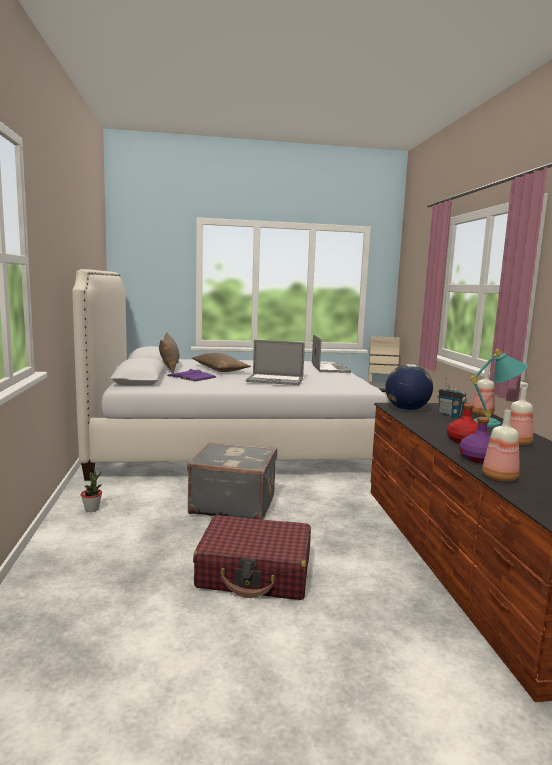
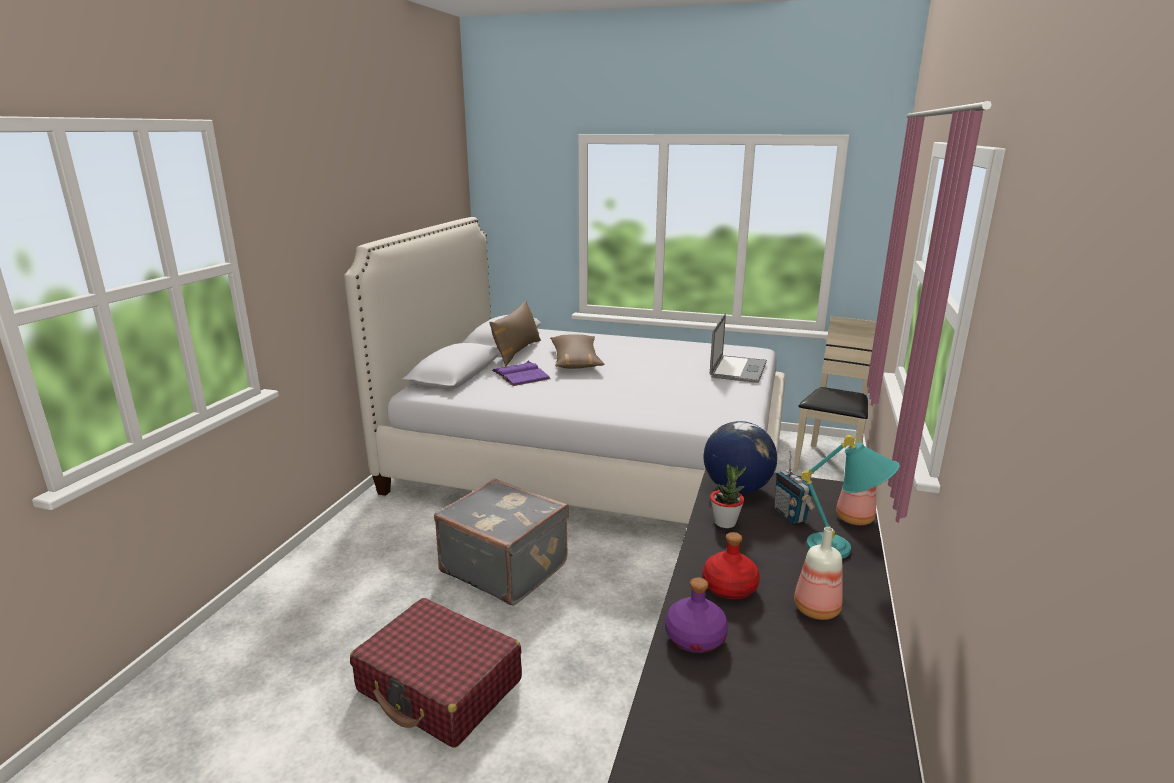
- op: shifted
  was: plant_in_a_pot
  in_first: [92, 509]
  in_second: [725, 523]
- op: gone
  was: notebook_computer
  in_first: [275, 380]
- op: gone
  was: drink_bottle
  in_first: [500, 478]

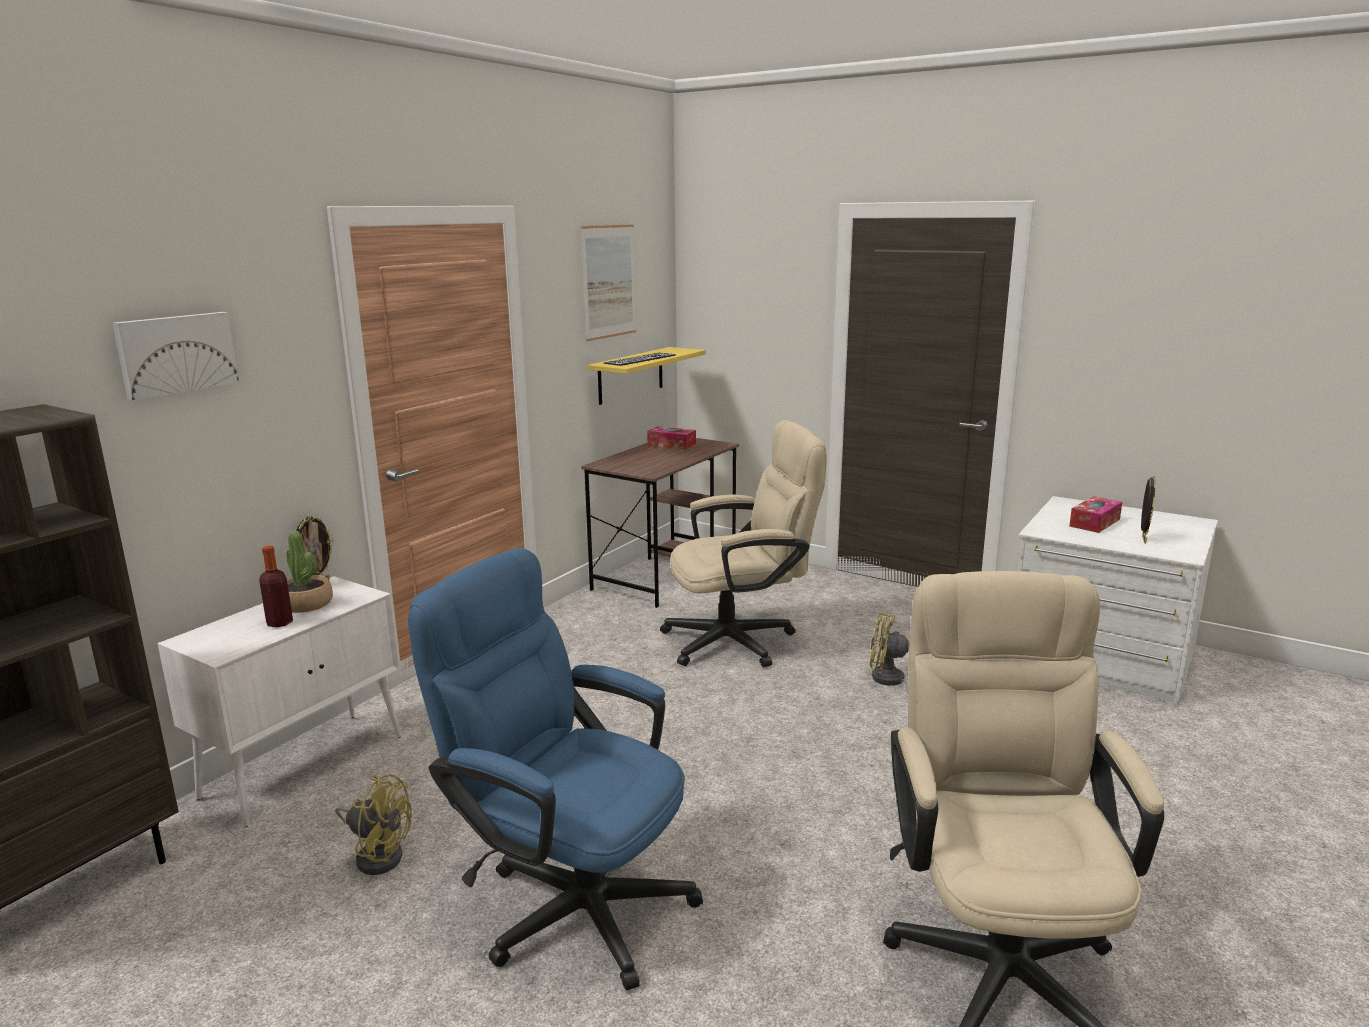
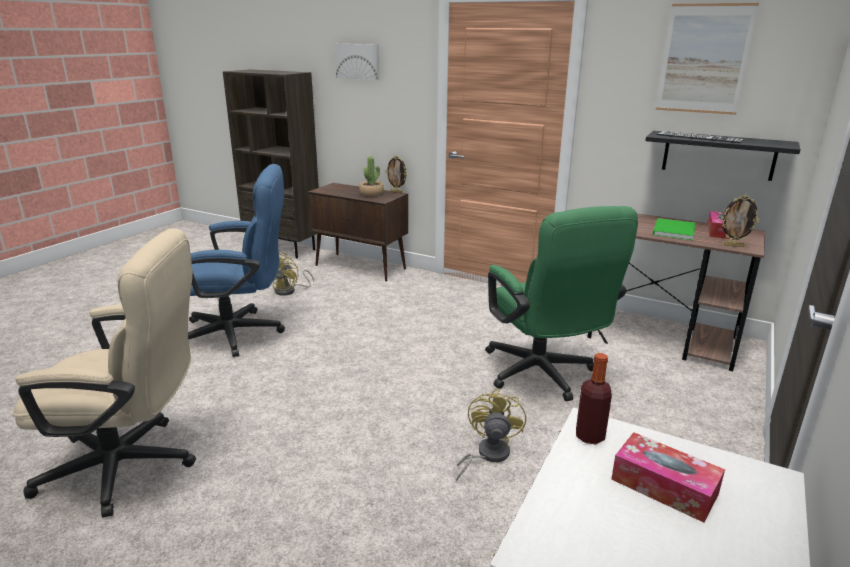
- op: rotated
  was: bluish_desk_chair
  in_first: [569, 901]
  in_second: [241, 333]
  clockwise: 60
- op: repainted
  was: white_storage_cabinet
  now: brown_storage_cabinet
  in_first: [306, 765]
  in_second: [361, 267]
- op: repainted
  was: sand-coloured_desk_chair
  now: green_desk_chair
  in_first: [741, 640]
  in_second: [543, 376]
- op: shifted
  was: drink_bottle
  in_first: [279, 623]
  in_second: [590, 436]
- op: repainted
  was: yellow-coloured_bracket_shelf
  now: black_bracket_shelf
  in_first: [631, 375]
  in_second: [718, 155]
- op: new
  now: green_bound_book
  in_second: [672, 231]
- op: shifted
  was: standing_frame
  in_first: [1142, 539]
  in_second: [733, 245]

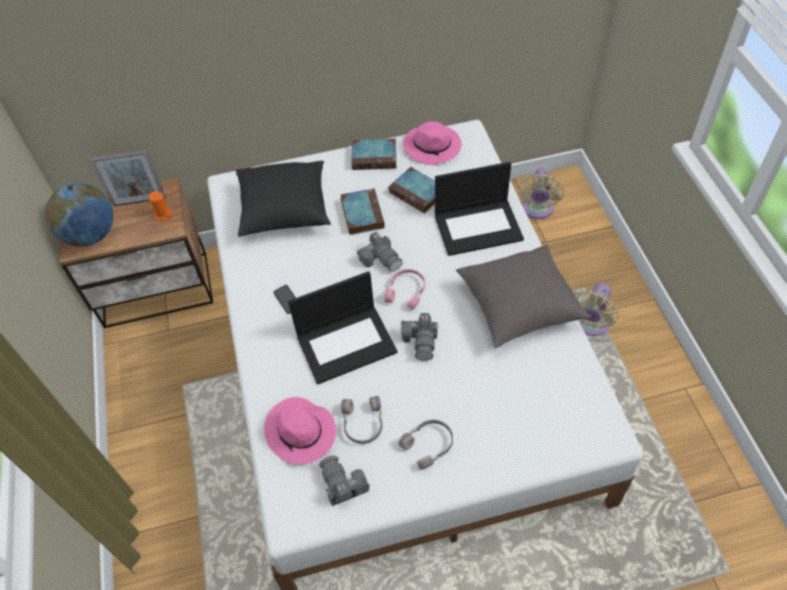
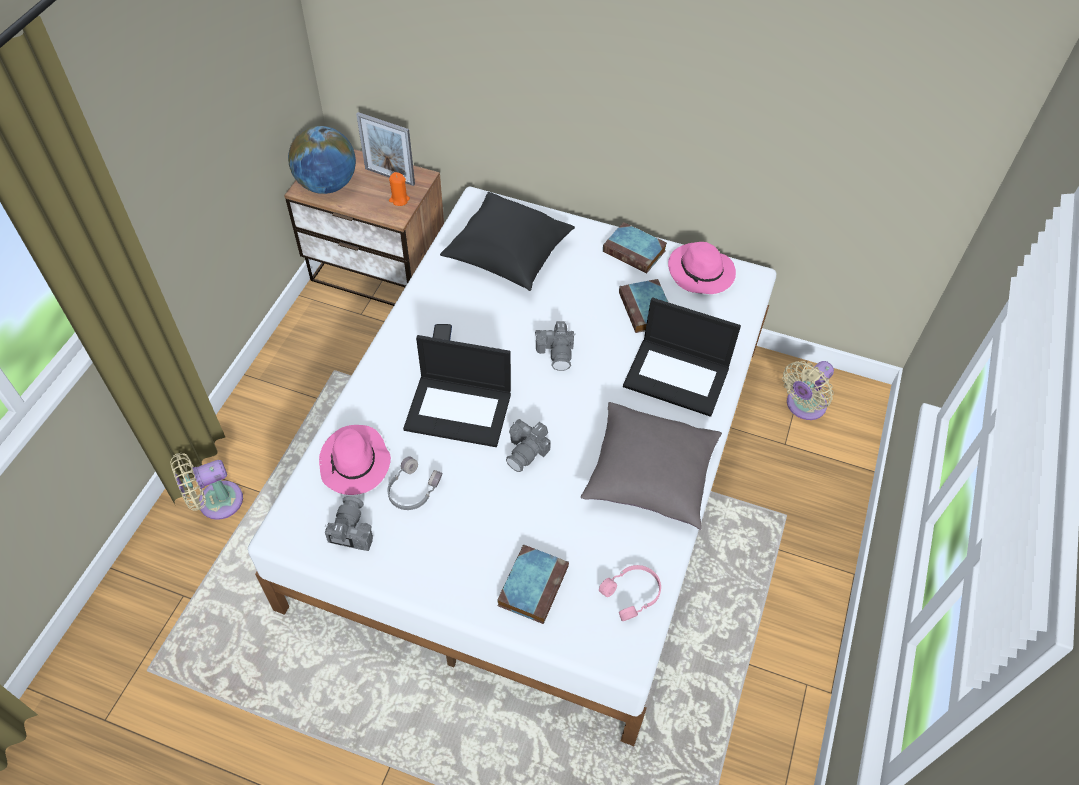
- op: shifted
  was: sand-coloured_fan
  in_first: [590, 325]
  in_second: [215, 502]
- op: shifted
  was: bound_book
  in_first: [361, 213]
  in_second: [533, 585]
- op: shifted
  was: pink_headphones
  in_first: [407, 291]
  in_second: [632, 594]
- op: gone
  was: greyish_headphones
  in_first: [429, 445]

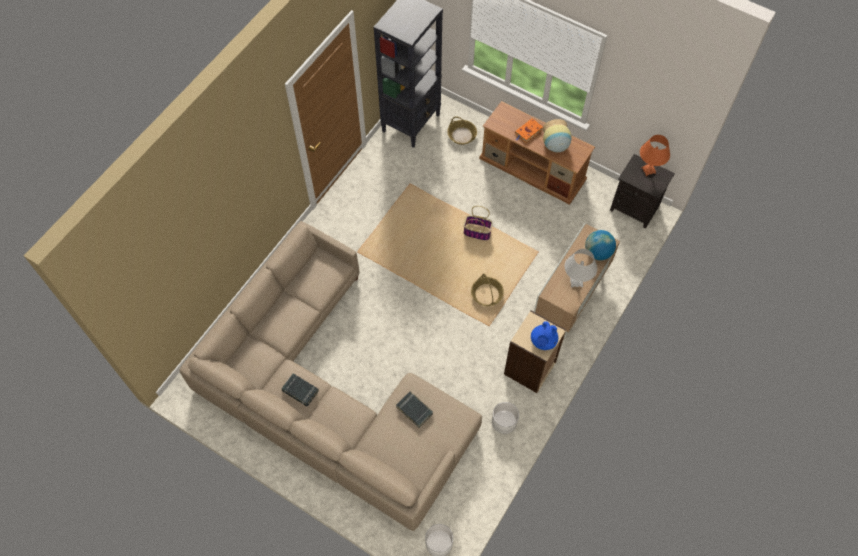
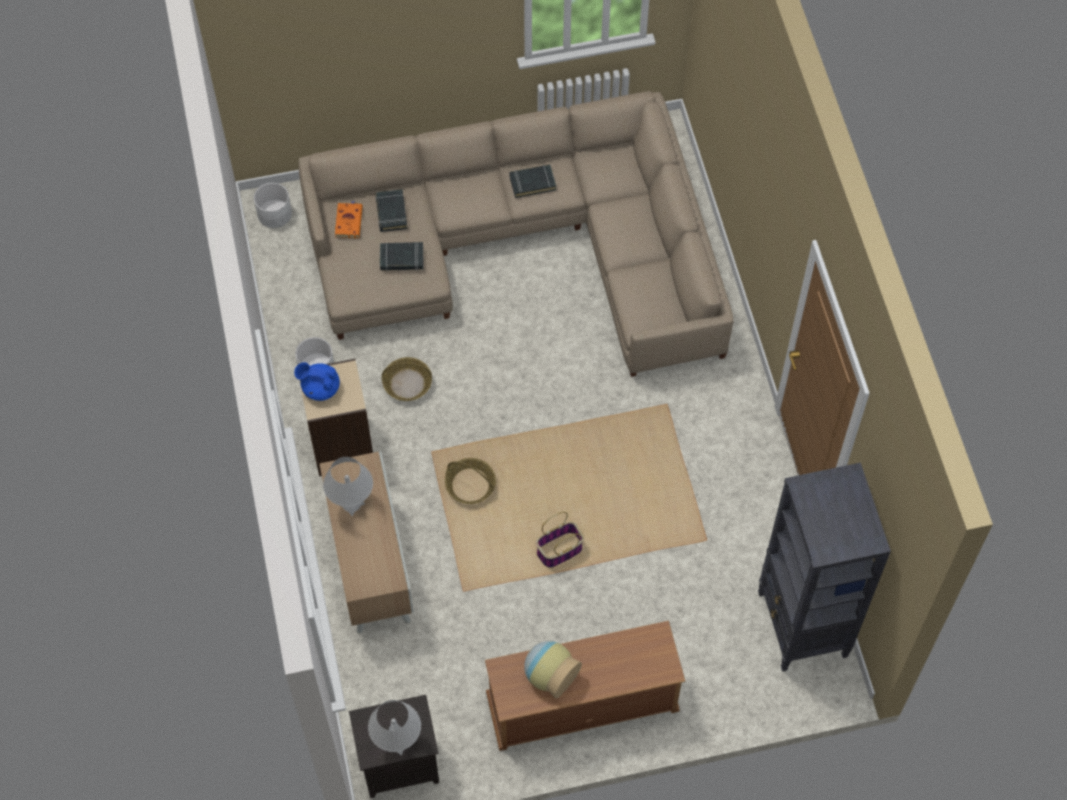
- op: rotated
  was: bluish_tea_pot
  in_first: [543, 341]
  in_second: [320, 388]
  clockwise: -60
- op: shifted
  was: orange_bound_book
  in_first: [528, 132]
  in_second: [348, 221]
- op: repainted
  was: orange_tabletop_lamp
  now: white_tabletop_lamp
  in_first: [648, 170]
  in_second: [397, 742]
- op: new
  now: black_bound_book
  in_second: [391, 212]
- op: shifted
  was: storage_basket
  in_first: [461, 135]
  in_second: [408, 383]
- op: gone
  was: desk_globe
  in_first: [598, 252]

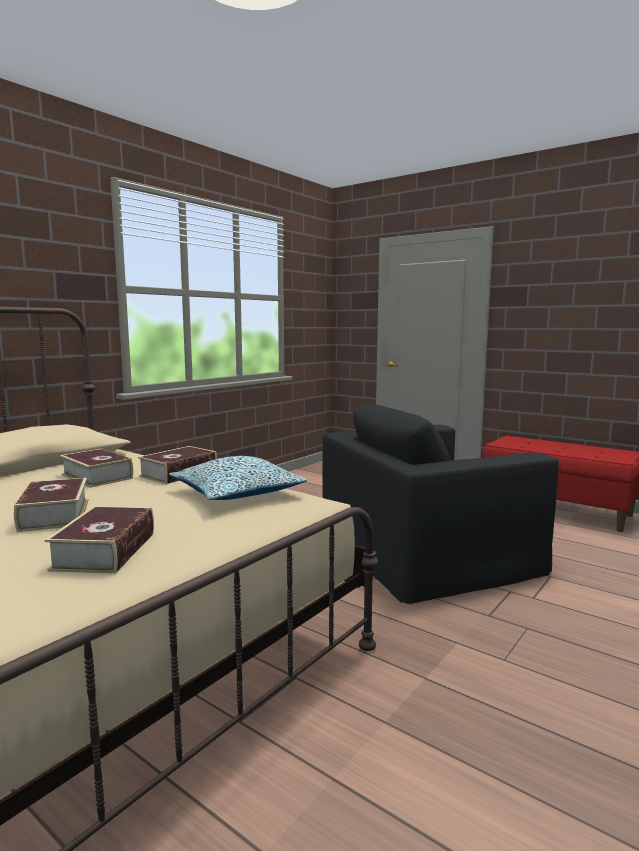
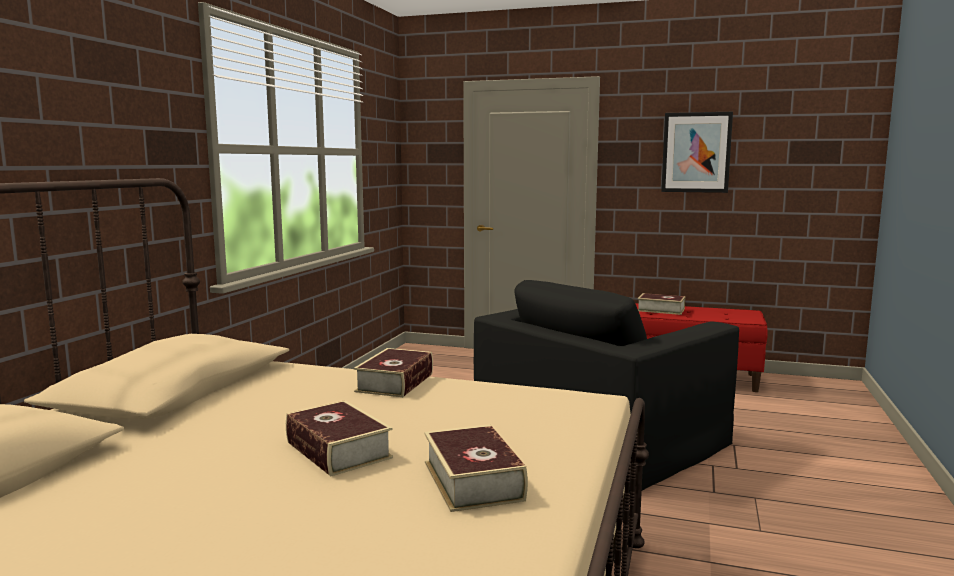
- op: shifted
  was: bound_book
  in_first: [97, 476]
  in_second: [661, 310]
- op: new
  now: wall_picture
  in_second: [696, 152]
- op: gone
  was: pillow
  in_first: [237, 494]

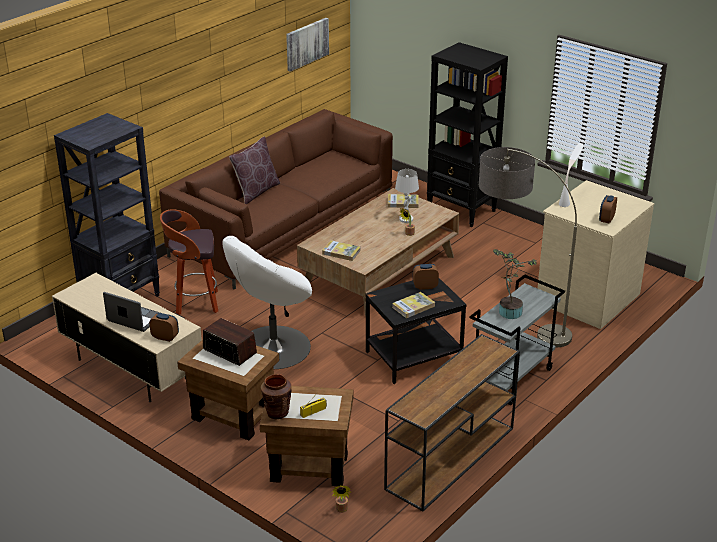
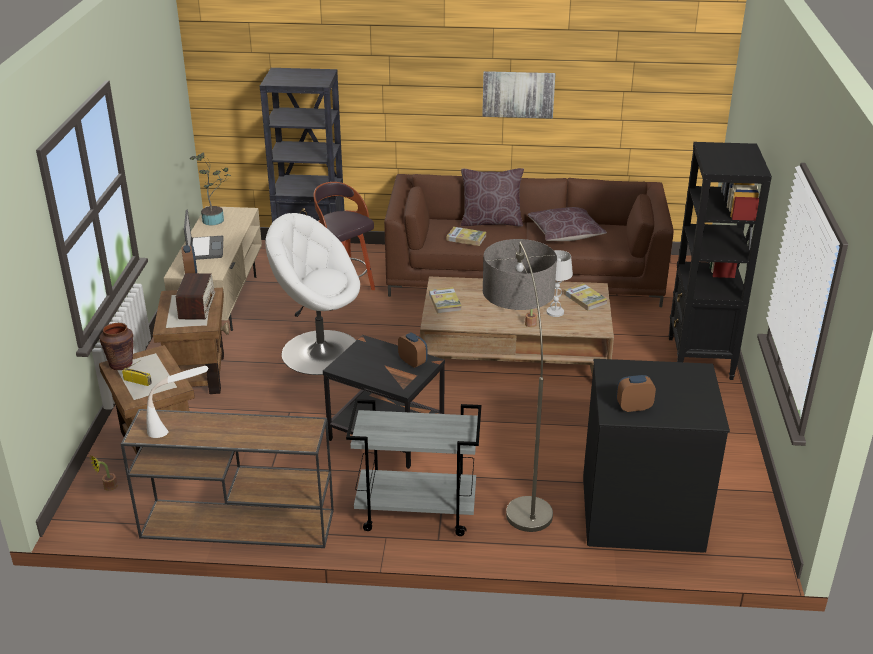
- op: shifted
  was: white_tabletop_lamp
  in_first: [569, 197]
  in_second: [182, 430]
- op: shifted
  was: plant_in_a_pot
  in_first: [509, 310]
  in_second: [215, 219]
- op: shifted
  was: bound_book
  in_first: [413, 306]
  in_second: [466, 238]
- op: shifted
  was: wall_picture
  in_first: [306, 43]
  in_second: [518, 94]
- op: new
  now: brown_pillow
  in_second: [565, 233]
- op: repainted
  was: sand-coloured_chest_of_drawers
  now: black_chest_of_drawers
  in_first: [586, 297]
  in_second: [641, 511]

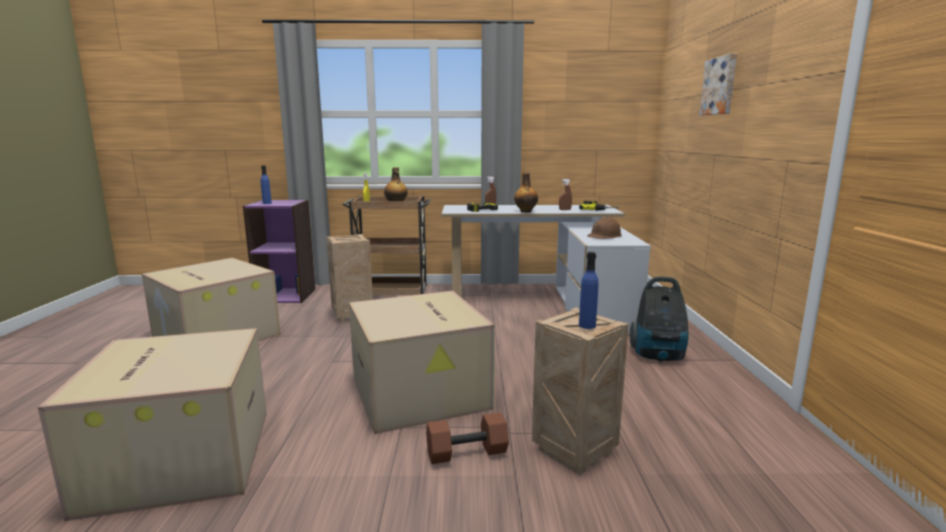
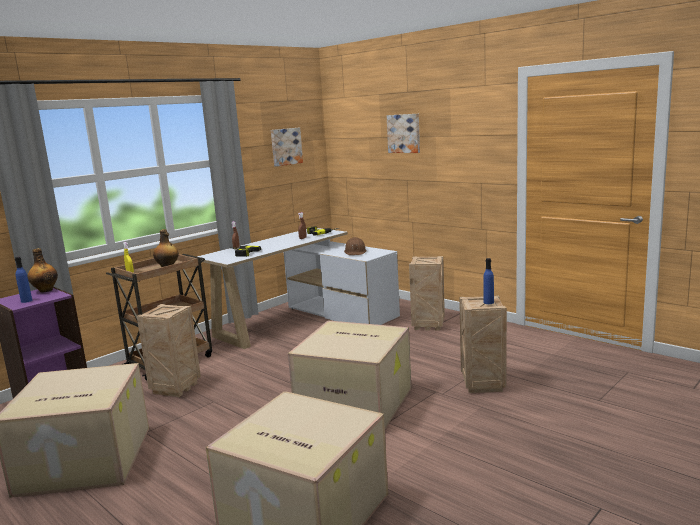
- op: shifted
  was: drink_bottle
  in_first: [525, 211]
  in_second: [45, 290]
- op: new
  now: wall_picture
  in_second: [285, 146]
- op: swapped
  was: vacuum
  now: crate
  in_first: [658, 356]
  in_second: [429, 325]
- op: gone
  was: brown_dumbbell
  in_first: [467, 452]

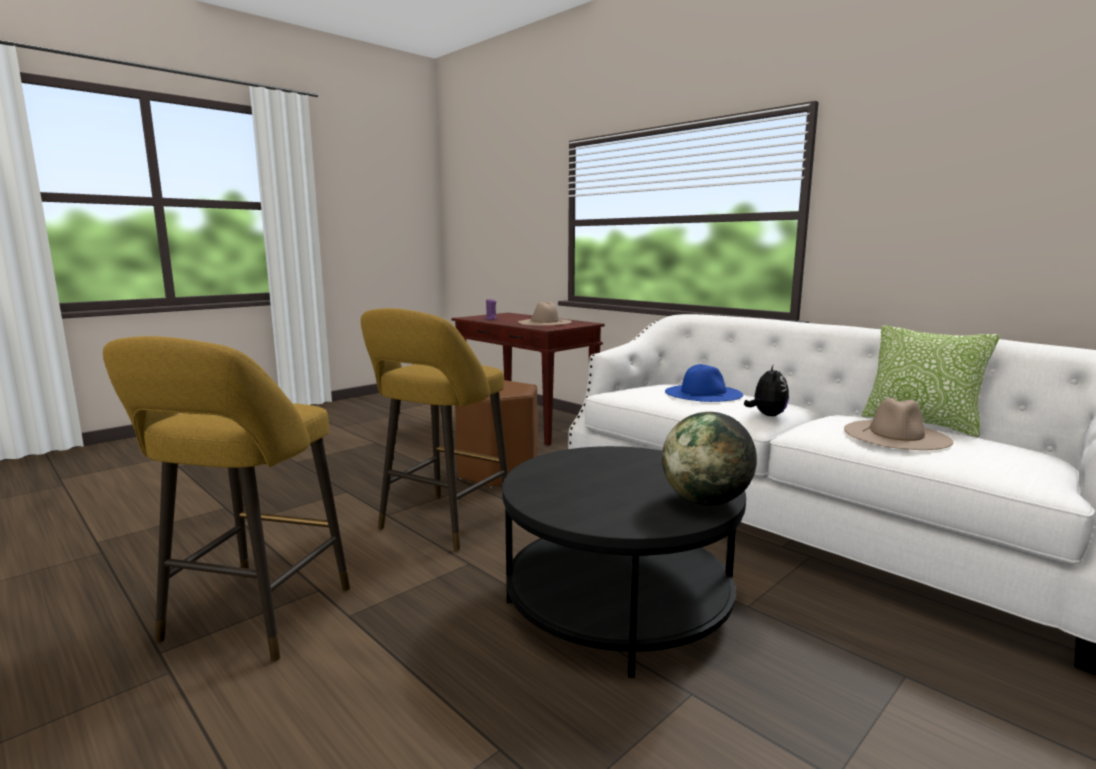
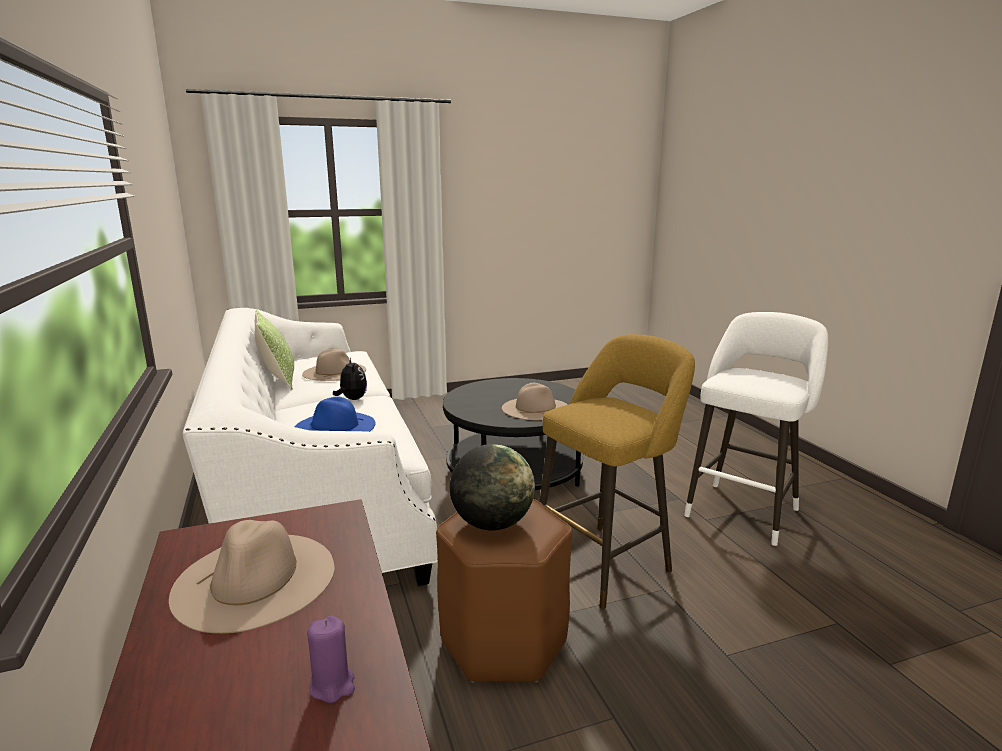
- op: rotated
  was: soft_toy
  in_first: [767, 415]
  in_second: [352, 399]
  clockwise: 120
- op: shifted
  was: desk_globe
  in_first: [705, 501]
  in_second: [492, 524]
- op: new
  now: sand-coloured_hat
  in_second: [535, 408]
- op: repainted
  was: yellow-coloured_sitting_stool
  now: white_sitting_stool
  in_first: [252, 619]
  in_second: [744, 510]

